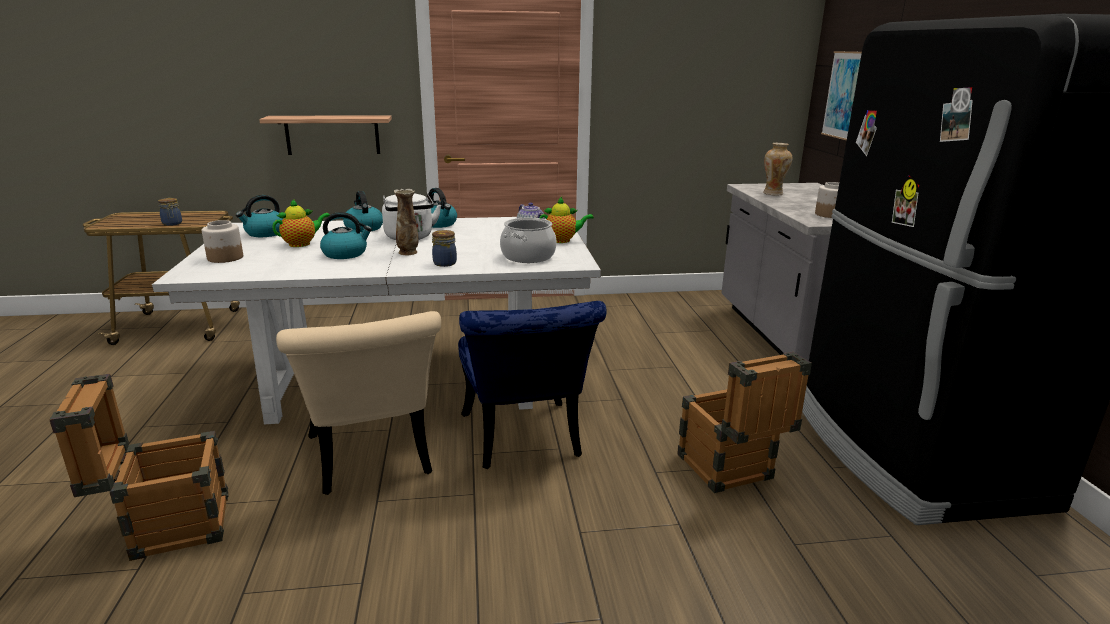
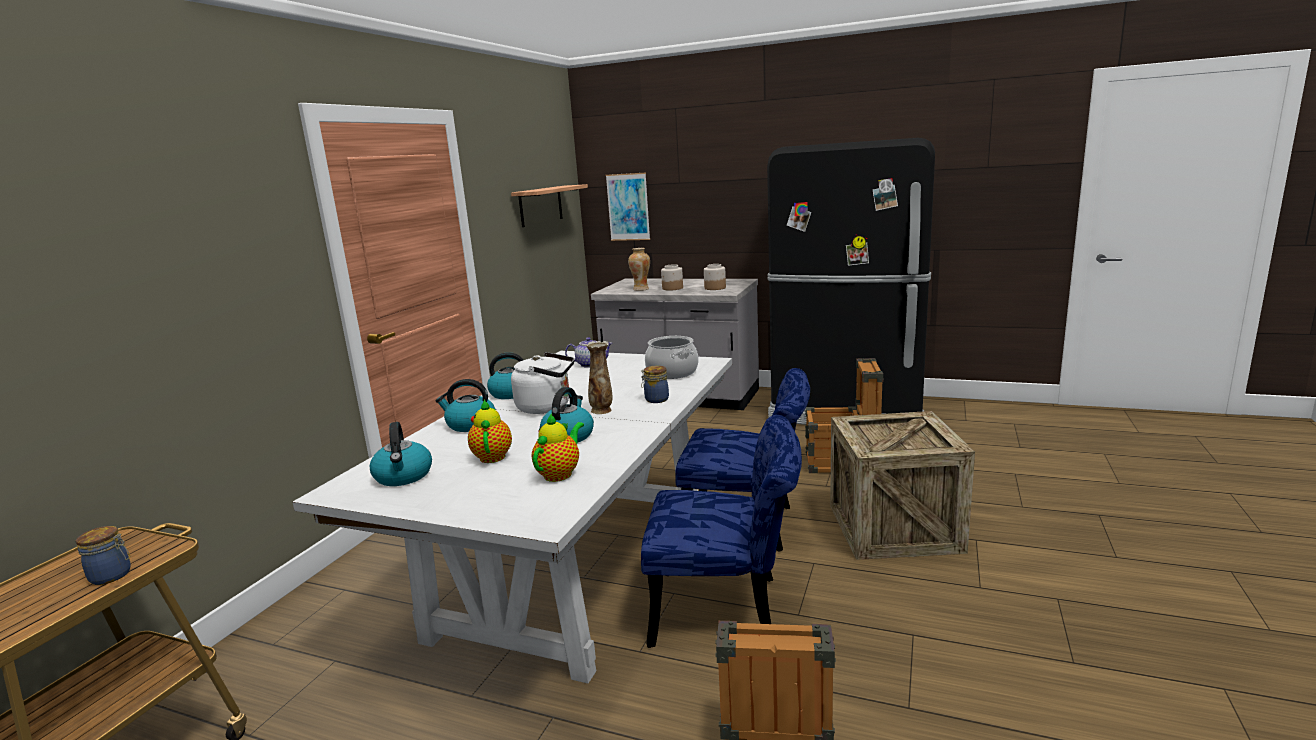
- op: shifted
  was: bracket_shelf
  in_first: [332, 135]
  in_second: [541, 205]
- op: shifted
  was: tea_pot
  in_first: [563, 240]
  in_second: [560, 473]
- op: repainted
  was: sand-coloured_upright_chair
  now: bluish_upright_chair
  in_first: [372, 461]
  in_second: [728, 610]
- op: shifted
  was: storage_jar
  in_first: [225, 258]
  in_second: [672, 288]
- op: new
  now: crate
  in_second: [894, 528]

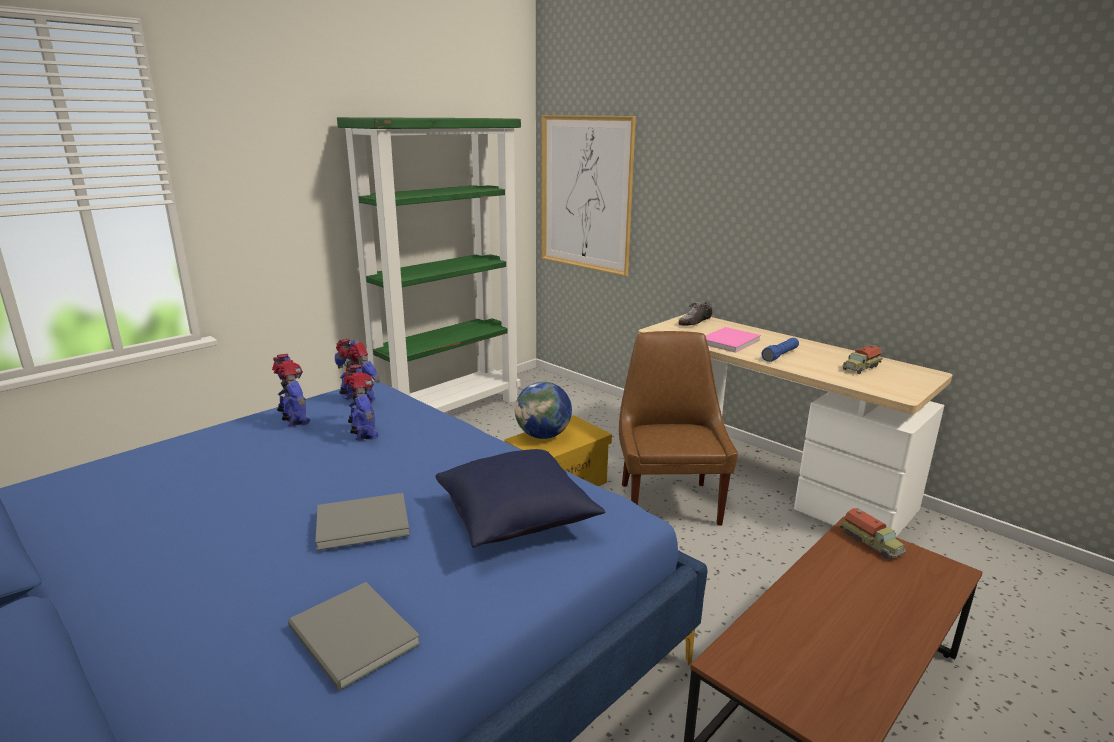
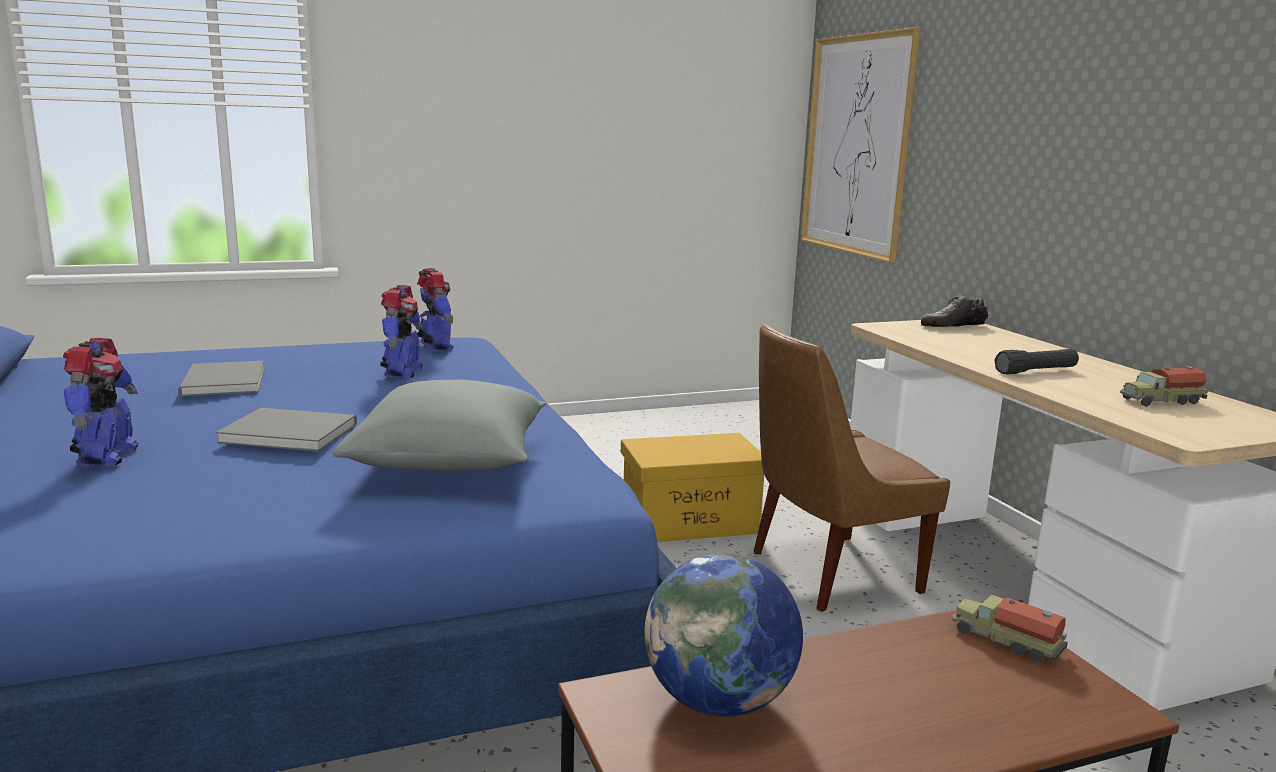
- op: shifted
  was: model_robot
  in_first: [294, 420]
  in_second: [106, 456]
- op: shifted
  was: greyish_bound_book
  in_first: [352, 639]
  in_second: [220, 382]
- op: repainted
  was: bluish_pillow
  now: greyish_pillow
  in_first: [516, 518]
  in_second: [451, 463]
- op: shifted
  was: desk_globe
  in_first: [543, 435]
  in_second: [719, 701]
- op: rotated
  was: brown_upright_chair
  in_first: [668, 501]
  in_second: [828, 573]
  clockwise: -135
- op: rotated
  was: model_truck
  in_first: [871, 543]
  in_second: [1006, 641]
  clockwise: 135
- op: repainted
  was: bluish_hand_torch
  now: black_hand_torch
  in_first: [780, 355]
  in_second: [1036, 371]
- op: gone
  was: green_shelving_unit
  in_first: [449, 412]
- op: gone
  was: pink_bound_book
  in_first: [727, 341]

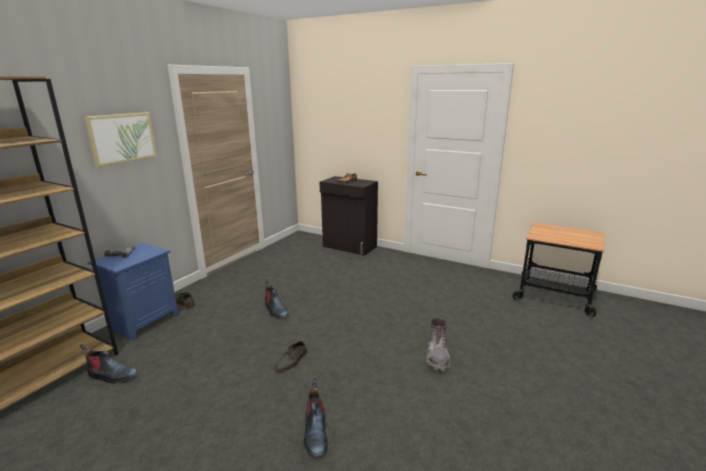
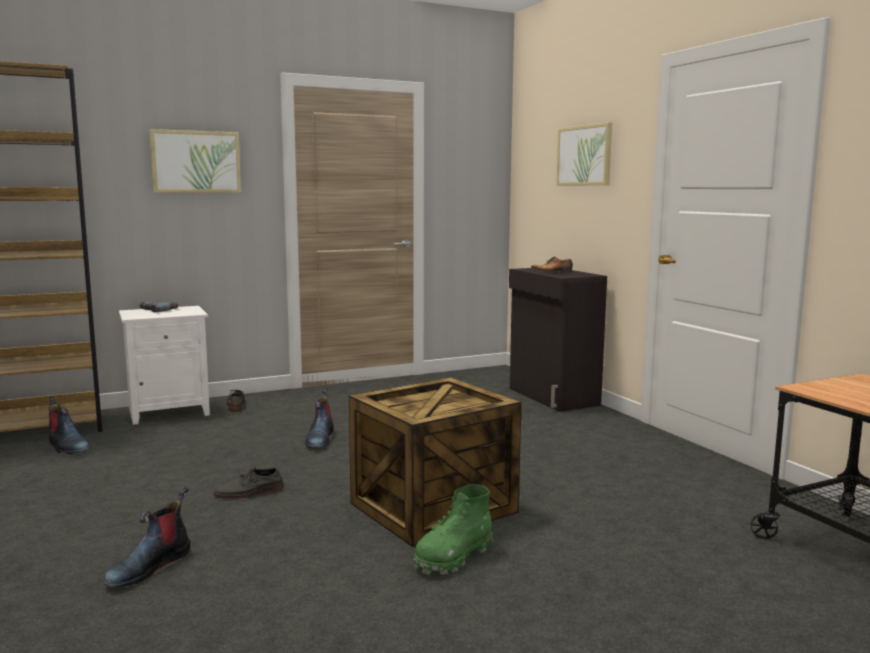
- op: repainted
  was: bluish_nightstand
  now: white_nightstand
  in_first: [144, 321]
  in_second: [170, 411]
- op: new
  now: crate
  in_second: [434, 508]
- op: repainted
  was: greyish_tall_boot
  now: green_tall_boot
  in_first: [437, 356]
  in_second: [453, 557]
- op: new
  now: wall_picture
  in_second: [584, 155]

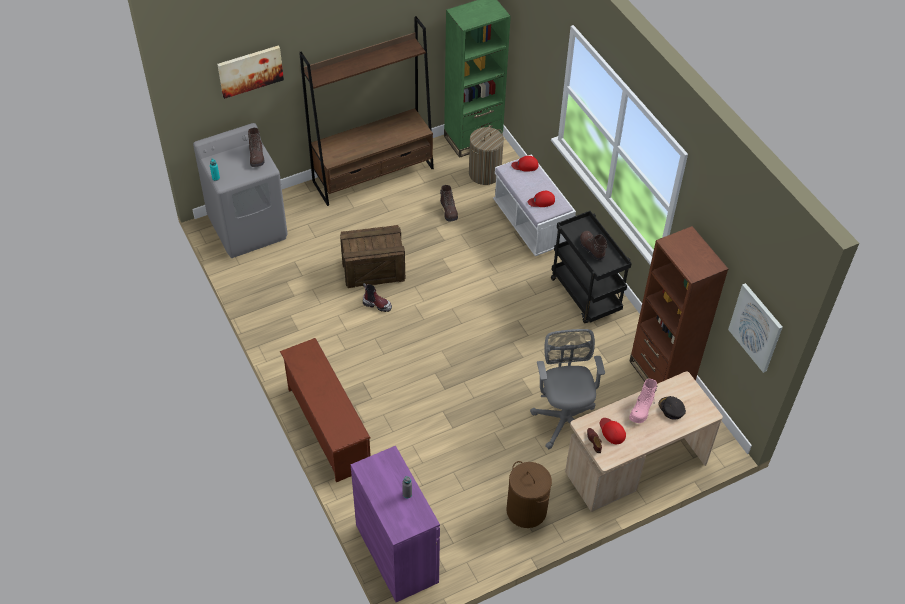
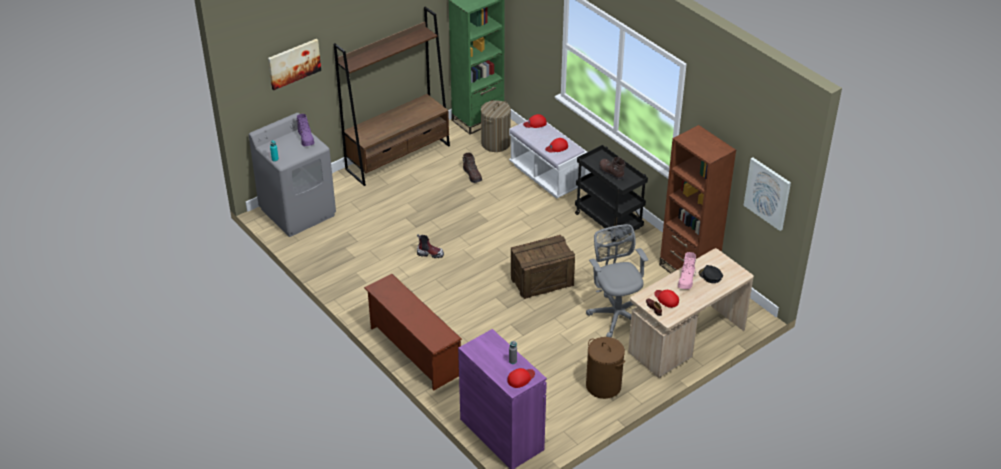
- op: repainted
  was: brown_tall_boot
  now: purple-coloured_tall_boot
  in_first: [256, 156]
  in_second: [306, 139]
- op: new
  now: red_baseball_cap
  in_second: [521, 378]
- op: shifted
  was: crate
  in_first: [374, 270]
  in_second: [542, 281]

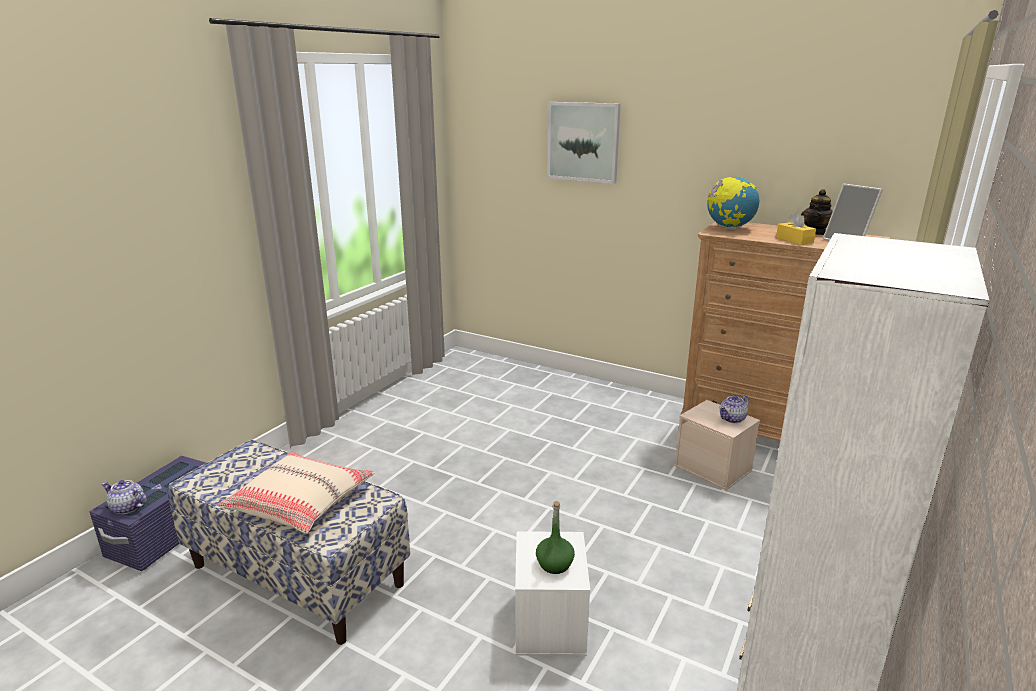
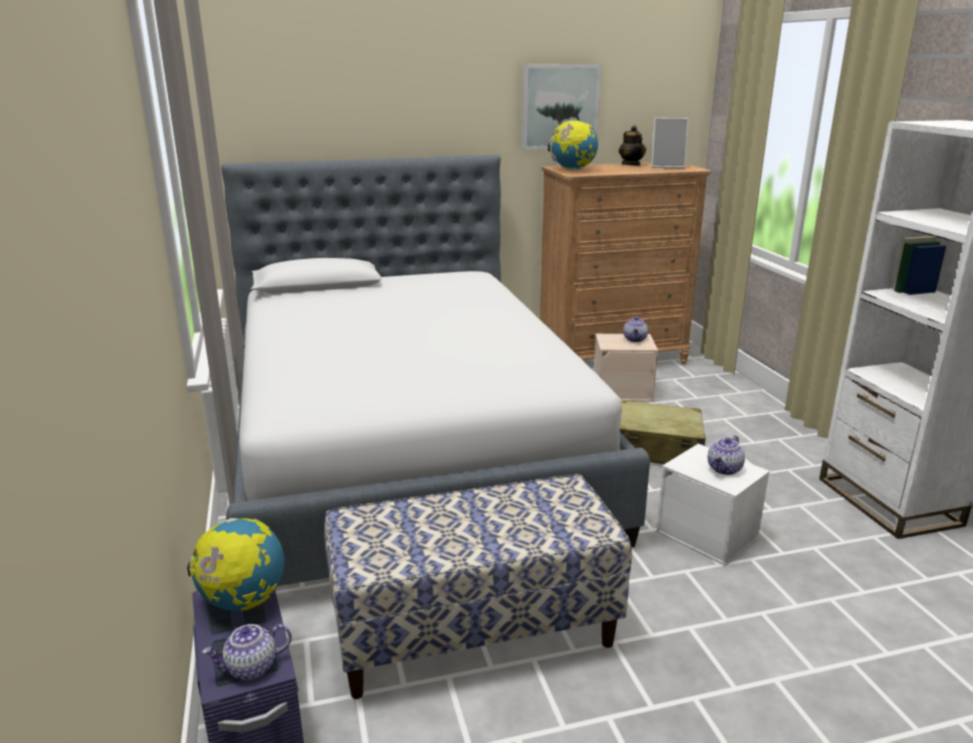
- op: new
  now: desk_globe
  in_second: [243, 601]
- op: new
  now: bedroom_bed
  in_second: [407, 449]
- op: shifted
  was: wall_picture
  in_first: [583, 142]
  in_second: [560, 107]
- op: new
  now: sand-coloured_piece_of_luggage
  in_second: [656, 449]
- op: swapped
  was: green_drink_bottle
  now: tea_pot
  in_first: [555, 564]
  in_second: [724, 469]
- op: gone
  was: sand-coloured_pillow
  in_first: [300, 502]
- op: gone
  was: yellow-coloured_box_of_tissues
  in_first: [794, 240]

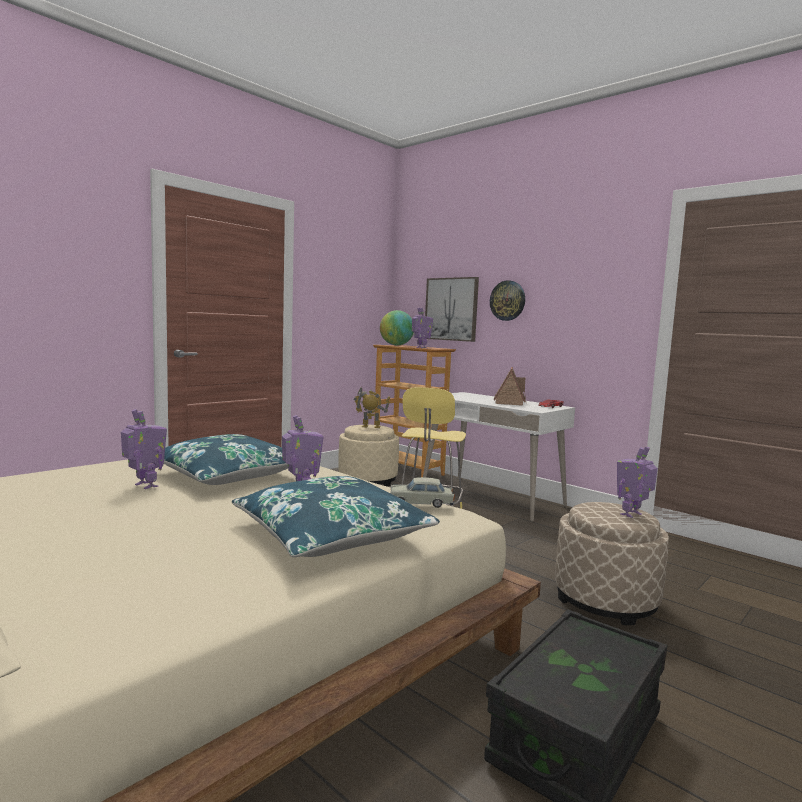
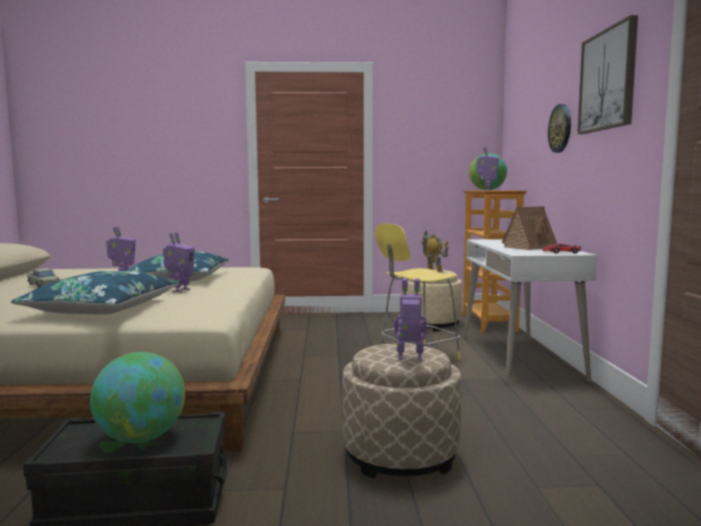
- op: shifted
  was: sand-coloured_miniature_car
  in_first: [421, 503]
  in_second: [43, 285]
- op: new
  now: desk_globe
  in_second: [141, 438]
- op: shifted
  was: wall_picture
  in_first: [451, 309]
  in_second: [608, 80]

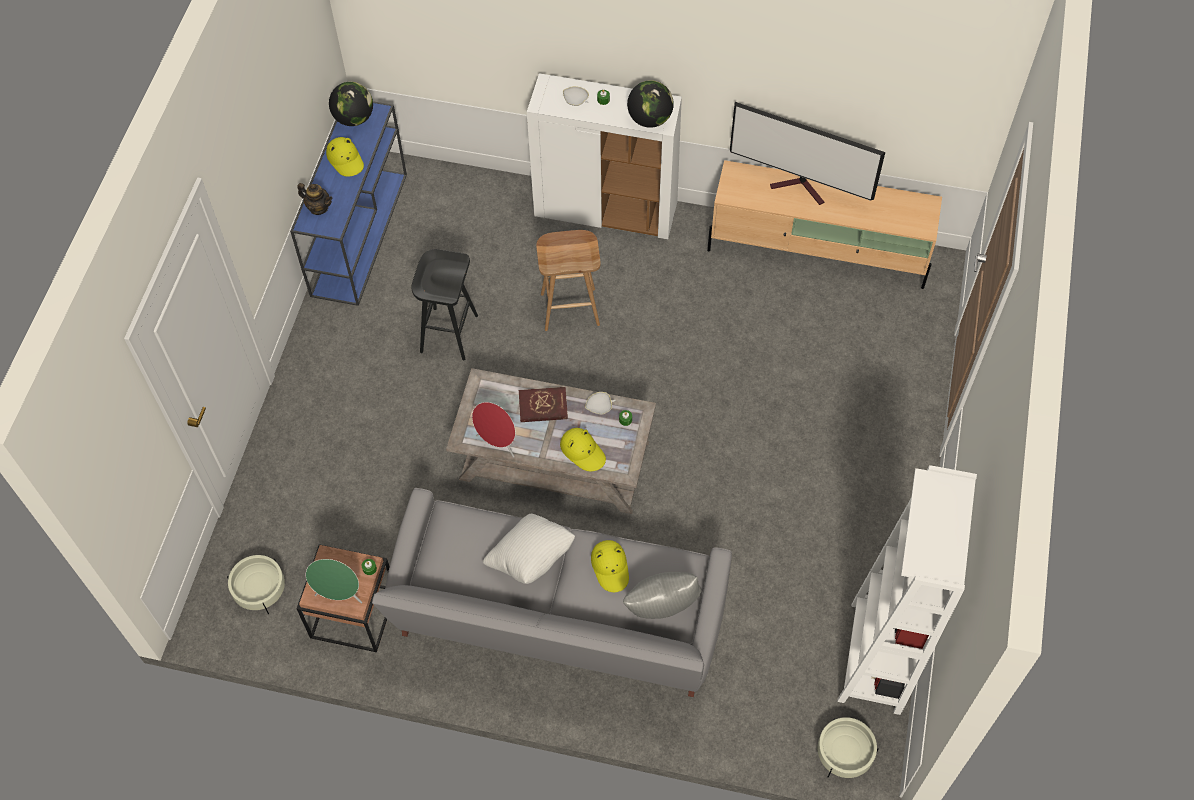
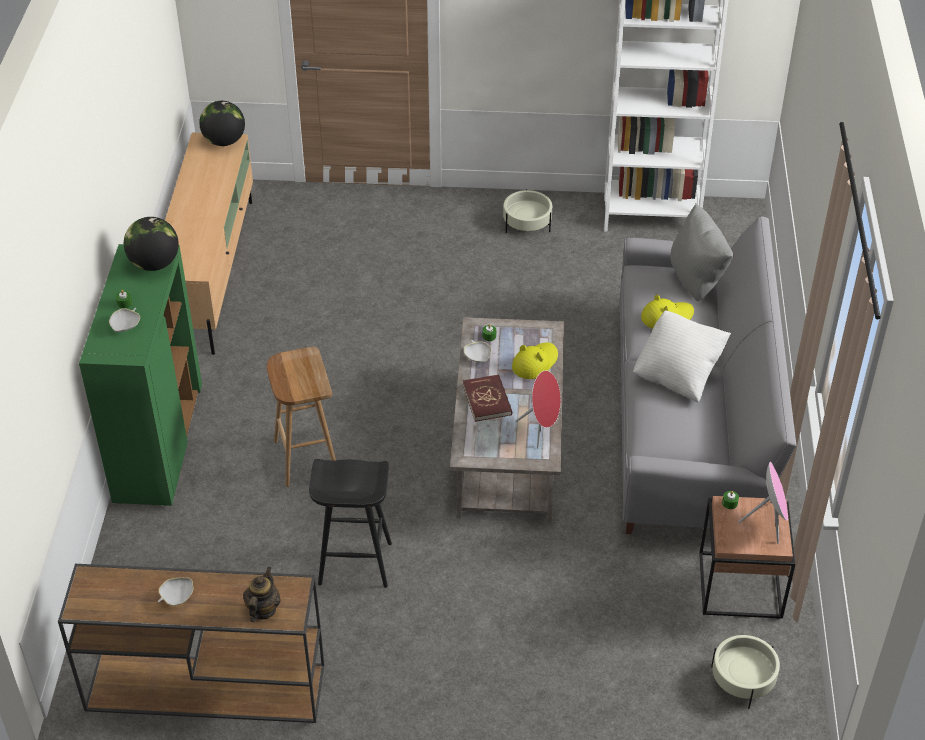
- op: repainted
  was: bluish_hall_table
  now: brown_hall_table
  in_first: [359, 232]
  in_second: [203, 688]
- op: repainted
  was: white_storage_cabinet
  now: green_storage_cabinet
  in_first: [606, 210]
  in_second: [158, 443]
- op: swapped
  was: yellow-coloured_hat
  now: white_deep_dish
  in_first: [345, 160]
  in_second: [177, 596]
- op: shifted
  was: desk_globe
  in_first: [354, 118]
  in_second: [224, 141]
- op: shifted
  was: sand-coloured_plant_pot
  in_first: [844, 754]
  in_second: [527, 224]
- op: repainted
  was: green_speaker
  now: pink_speaker
  in_first: [340, 594]
  in_second: [768, 522]
- op: gone
  was: TV
  in_first: [801, 188]

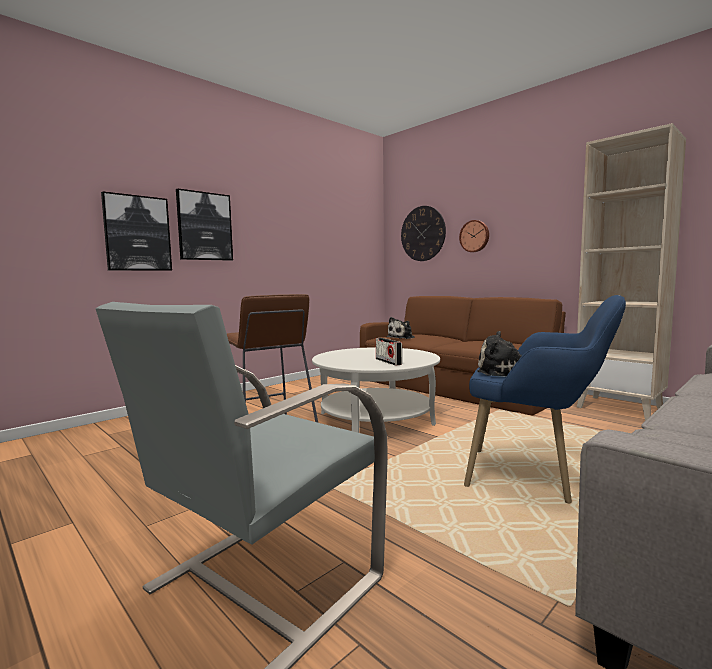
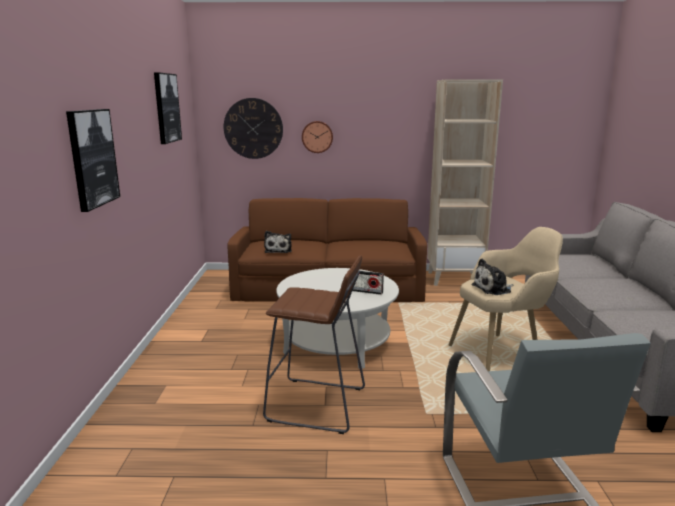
- op: shifted
  was: wall_picture
  in_first: [137, 233]
  in_second: [166, 108]
- op: repainted
  was: bluish_lounge_chair
  now: sand-coloured_lounge_chair
  in_first: [535, 477]
  in_second: [502, 352]

